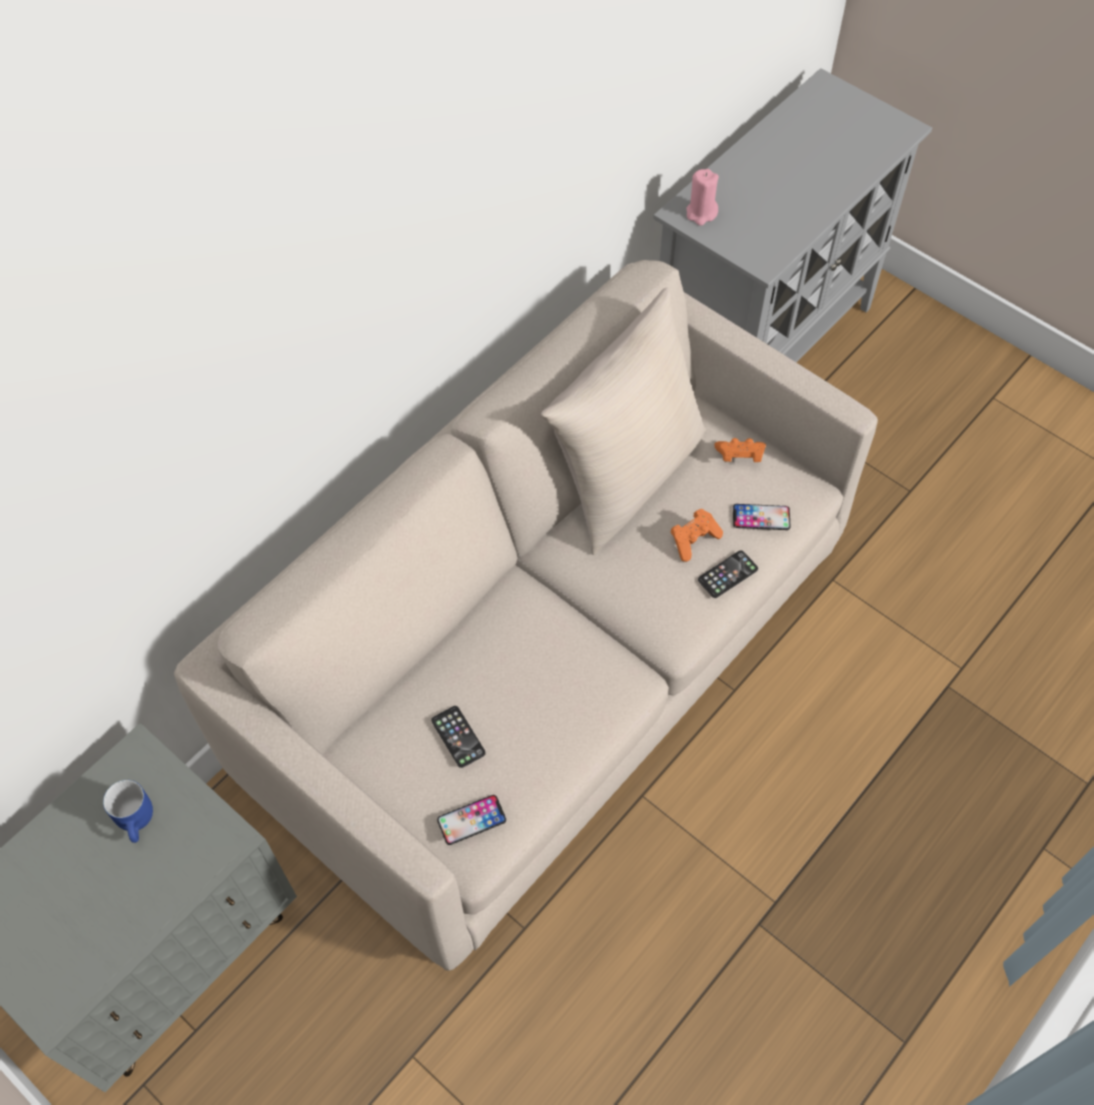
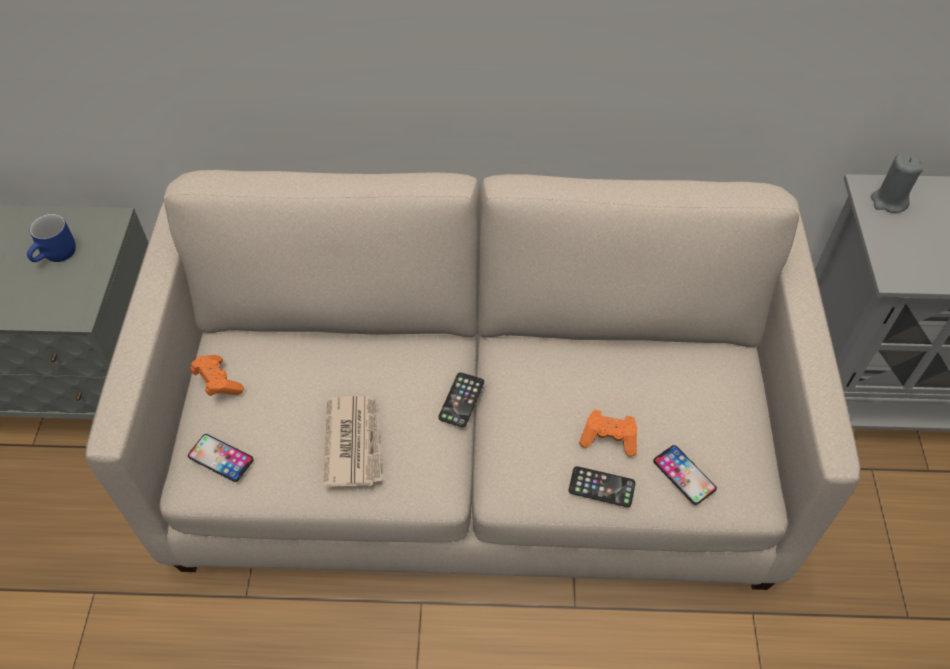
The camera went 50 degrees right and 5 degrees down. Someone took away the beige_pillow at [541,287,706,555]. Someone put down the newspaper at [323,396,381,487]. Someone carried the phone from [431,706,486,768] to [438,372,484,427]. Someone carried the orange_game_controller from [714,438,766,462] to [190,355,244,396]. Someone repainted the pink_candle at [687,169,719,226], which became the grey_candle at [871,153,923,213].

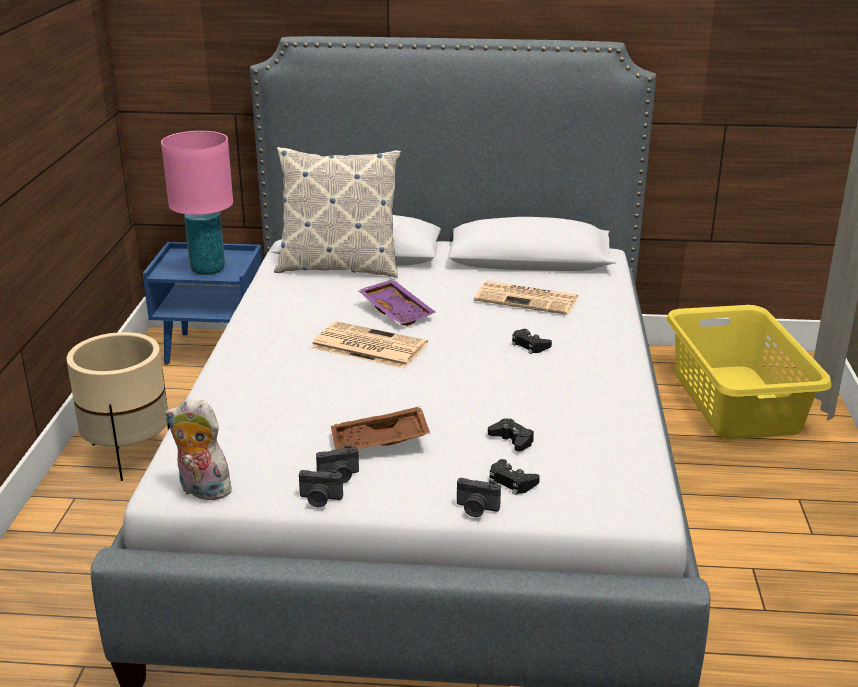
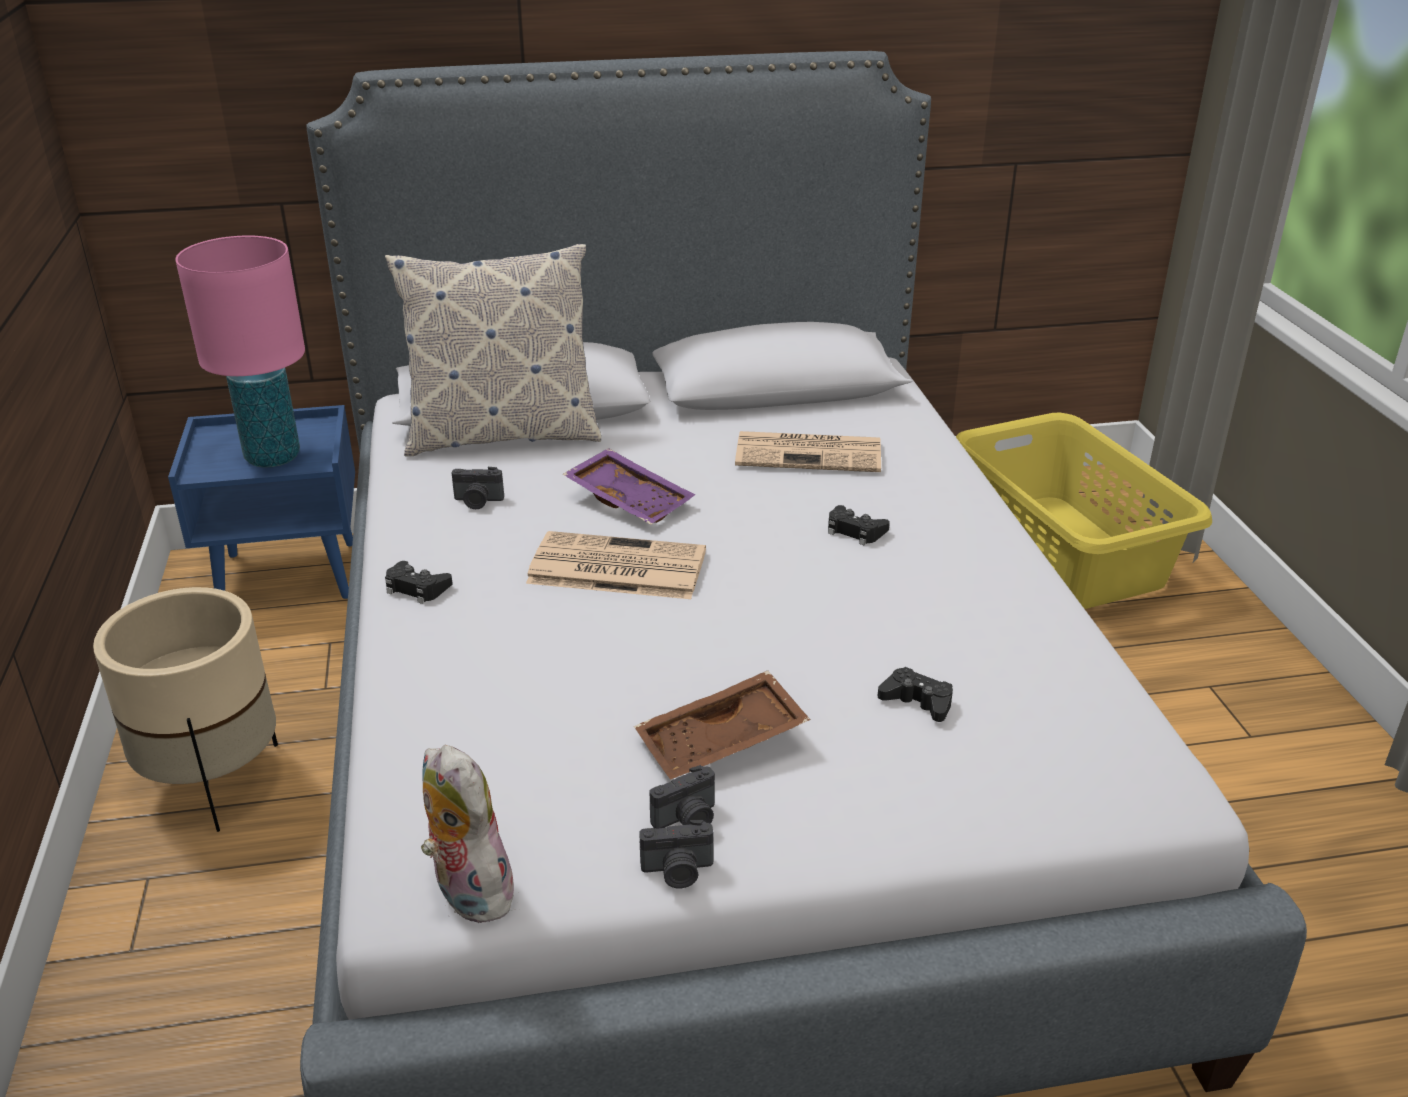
The camera went 15 degrees left and 5 degrees up. Someone carried the photo_camera from [457,478,501,517] to [452,467,504,509]. Someone carried the black_game_controller from [489,459,540,495] to [385,561,453,604]. Someone rotated the plush_toy at [165,398,234,500] by 45 degrees clockwise.

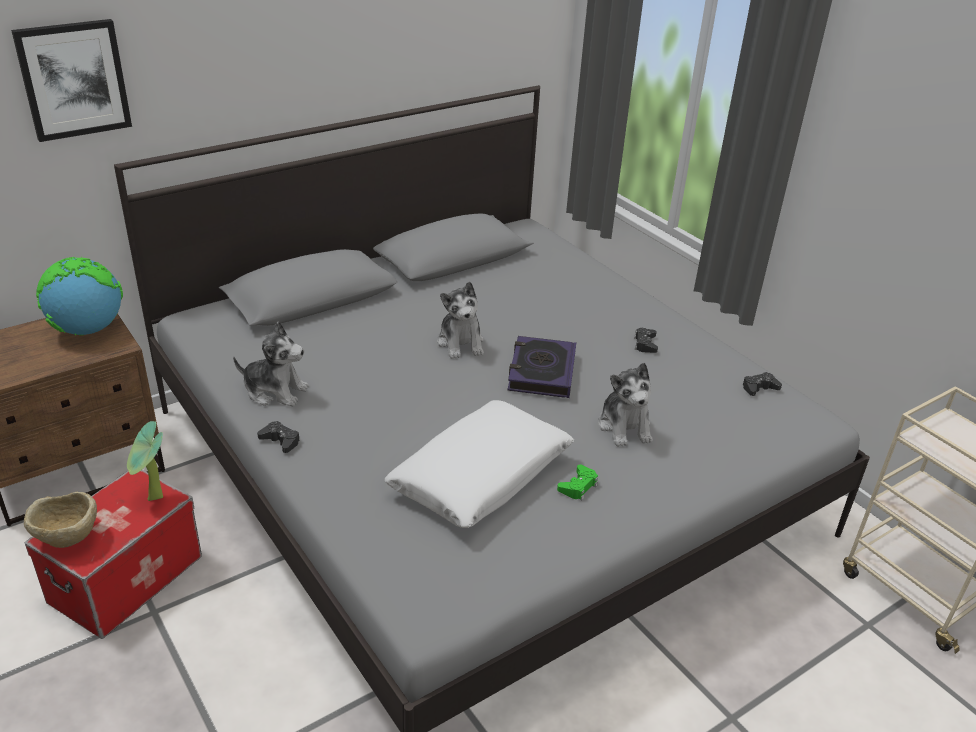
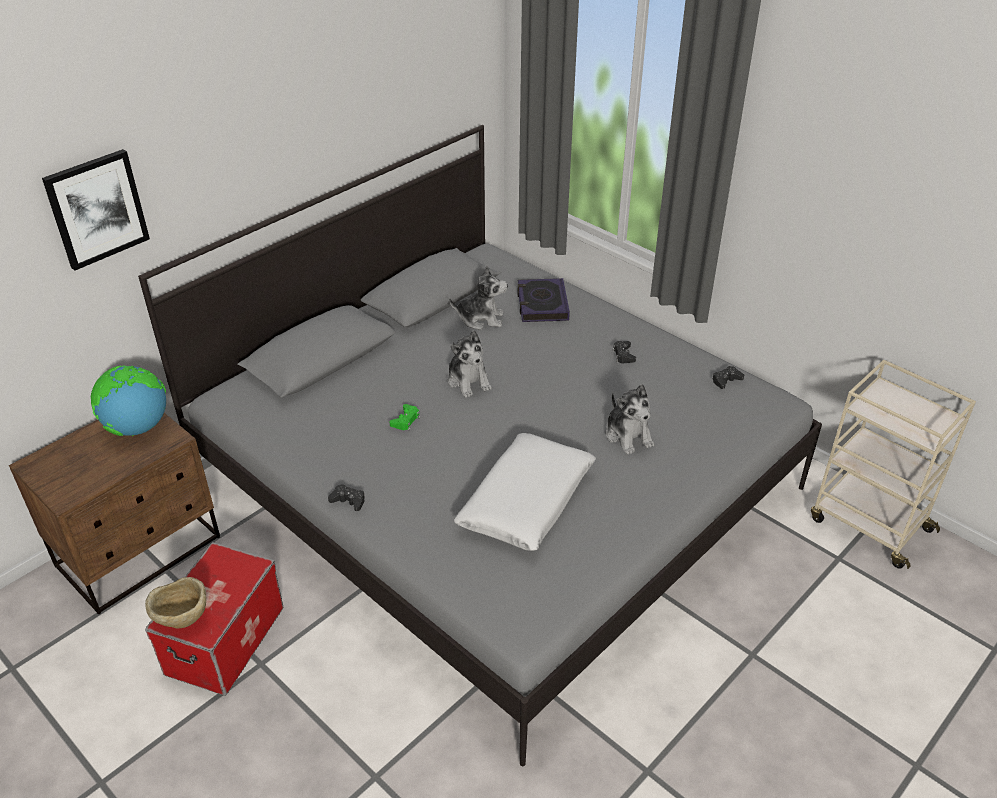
The camera went 10 degrees left and 5 degrees up. Someone took away the potted_plant at [127,421,163,501]. Someone carried the plush_toy from [233,322,309,407] to [449,266,508,330]. Someone carried the book from [508,336,576,398] to [518,278,570,322]. Someone carried the green_game_controller from [557,465,598,500] to [389,404,420,430].

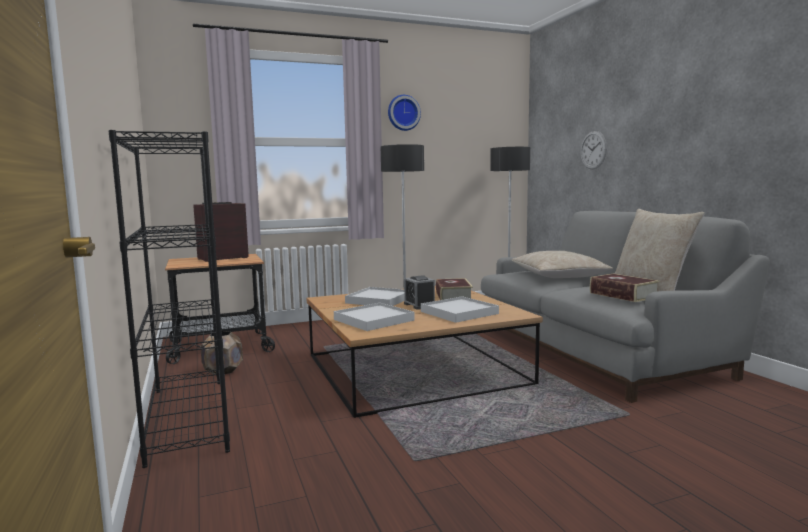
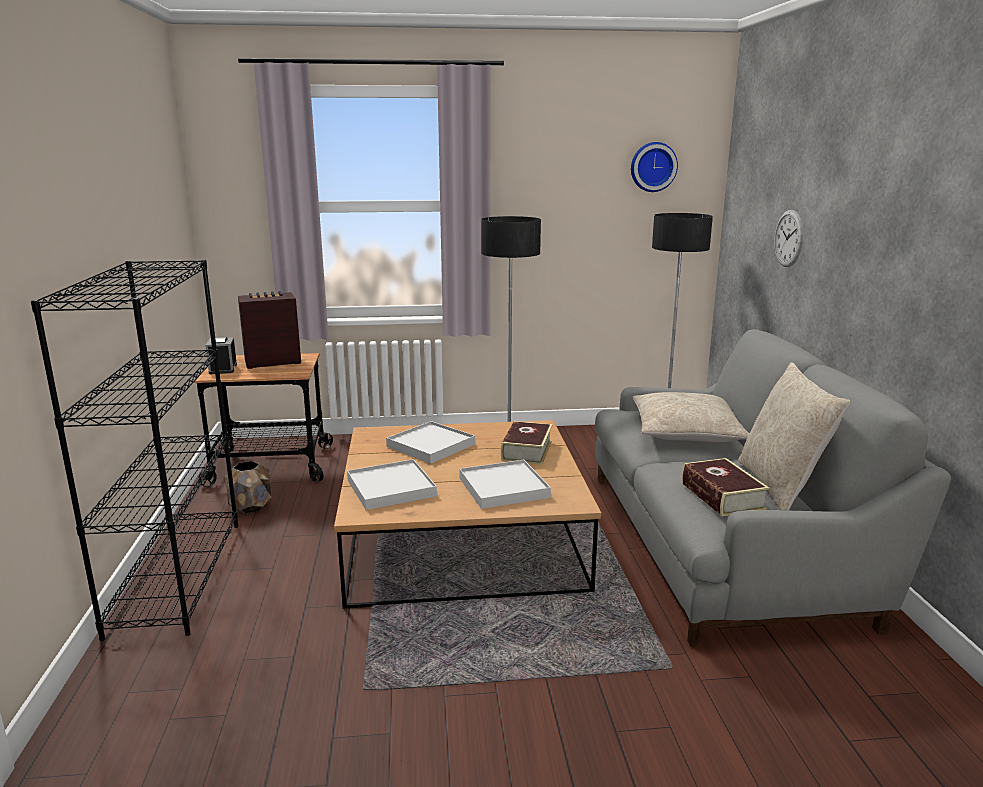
The camera went 15 degrees right and 10 degrees up. Someone carried the wall_clock from [388,95,421,131] to [631,142,678,192]. Someone carried the alarm_clock from [404,275,435,310] to [205,337,237,374].

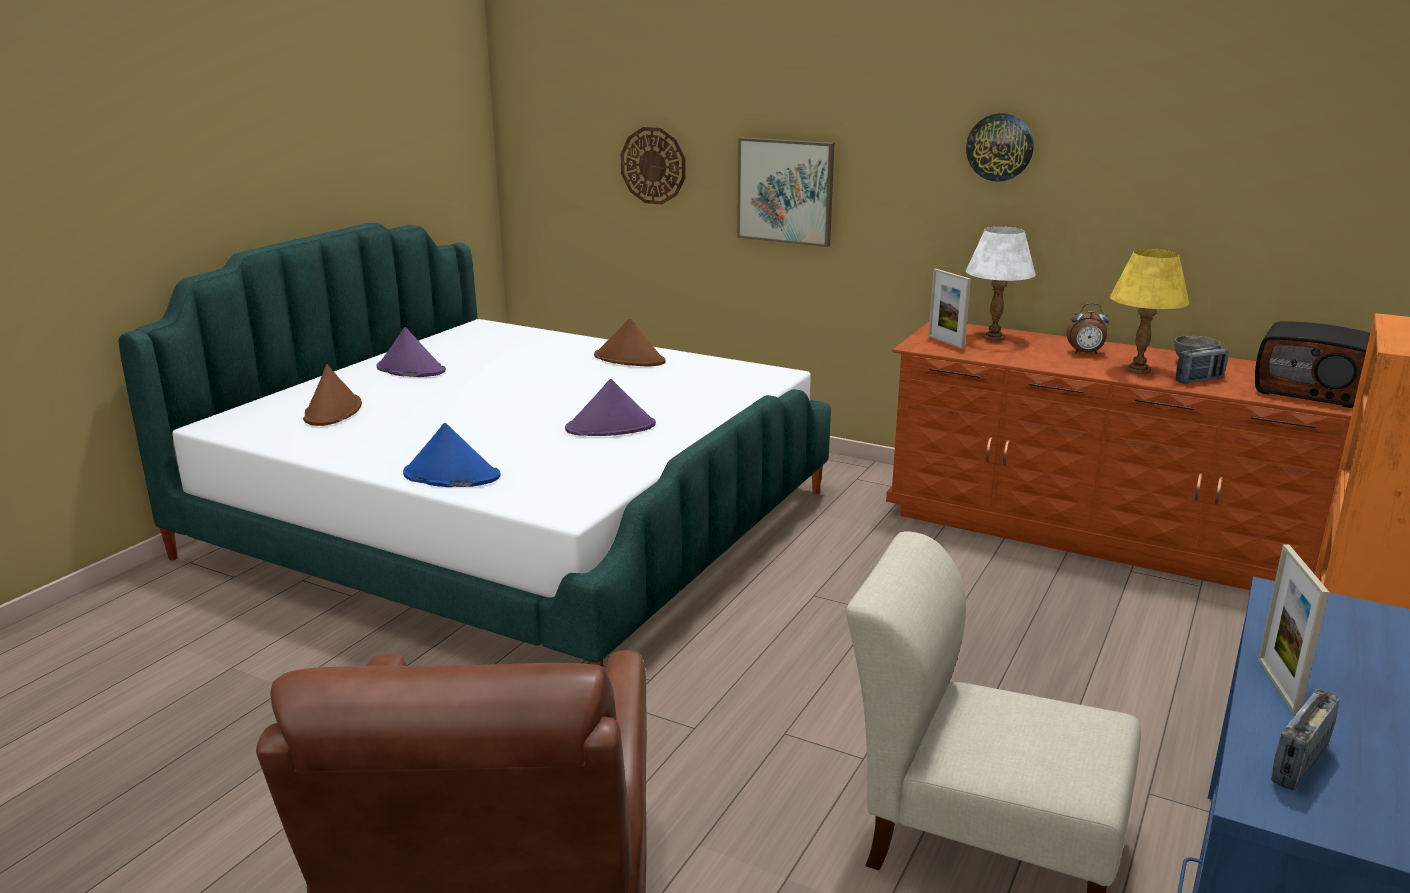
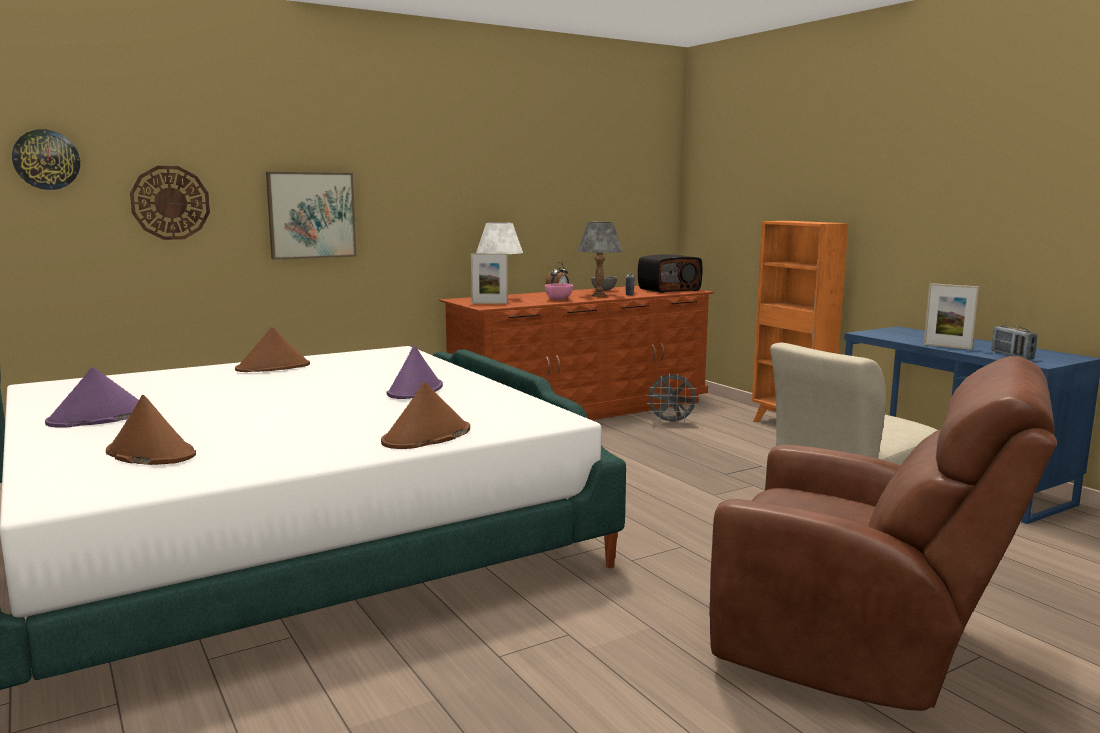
The camera went 60 degrees left and 10 degrees down. Someone put down the pink_bowl at [545,283,573,300]. Someone put down the grey_fan at [646,373,699,425]. Someone carried the wall_clock from [966,113,1033,182] to [12,129,80,190]. Someone repainted the blue_hat at [403,423,501,487], which became the brown_hat at [381,382,470,449]. Someone repainted the yellow_table_lamp at [1110,249,1189,374], which became the grey_table_lamp at [577,222,622,297].

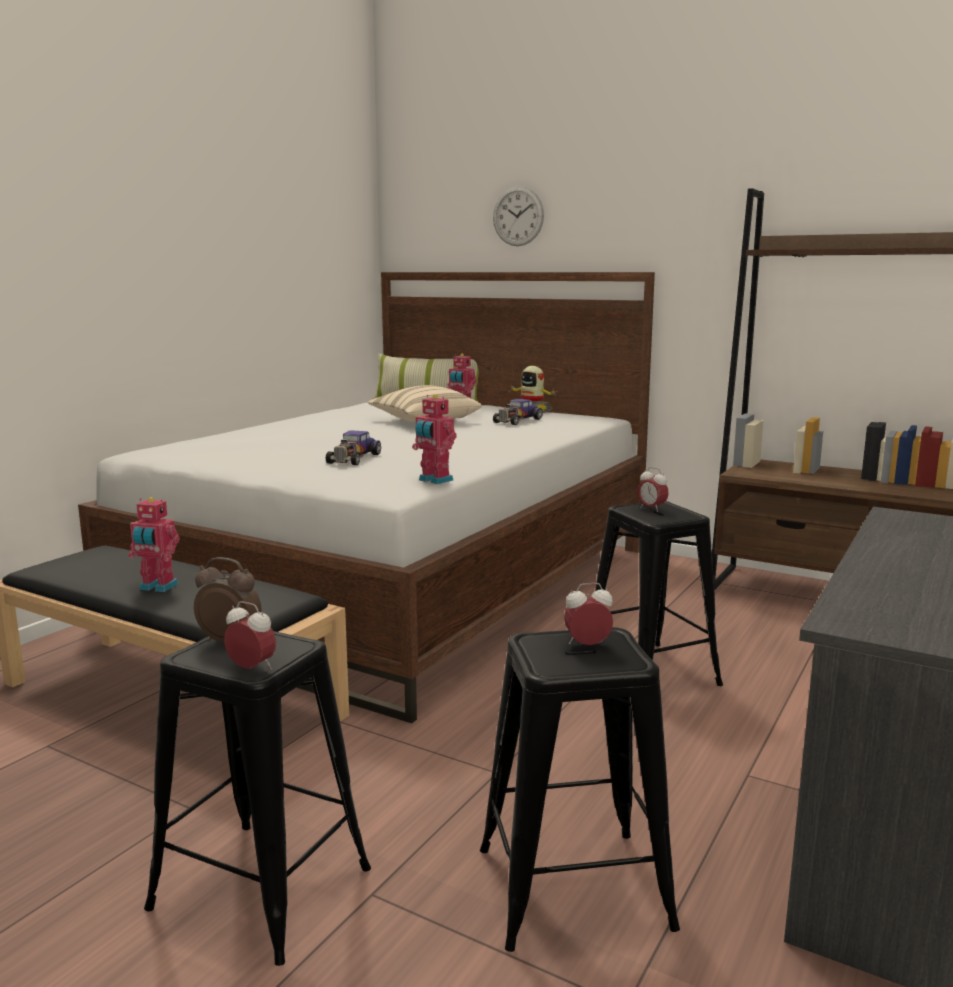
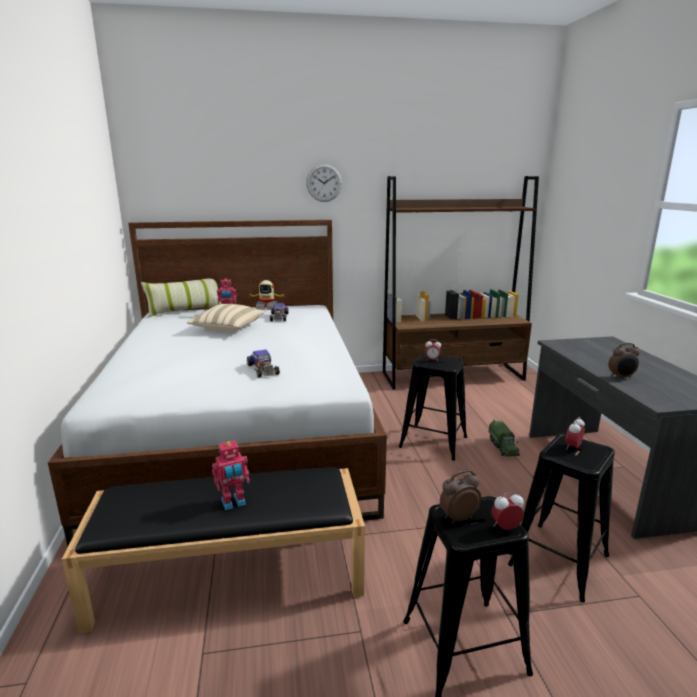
The camera went 40 degrees left and 5 degrees up. Someone took away the toy_robot at [412,394,456,484]. Someone put down the toy_truck at [488,420,520,457]. Someone put down the alarm_clock at [608,343,640,379]. Someone carried the wall_clock from [493,186,544,246] to [306,164,342,202].

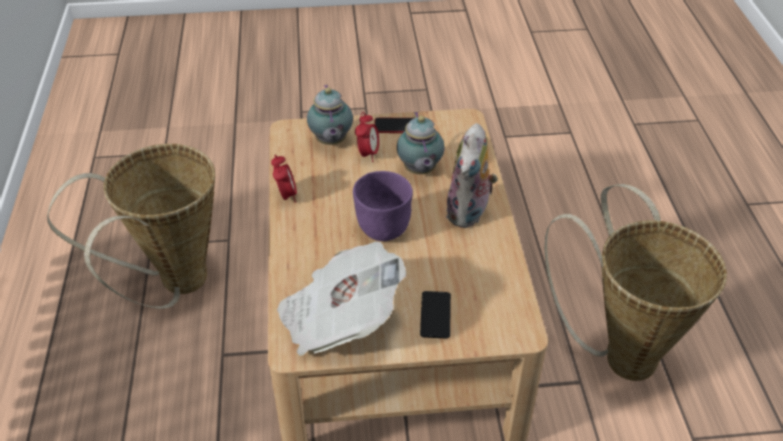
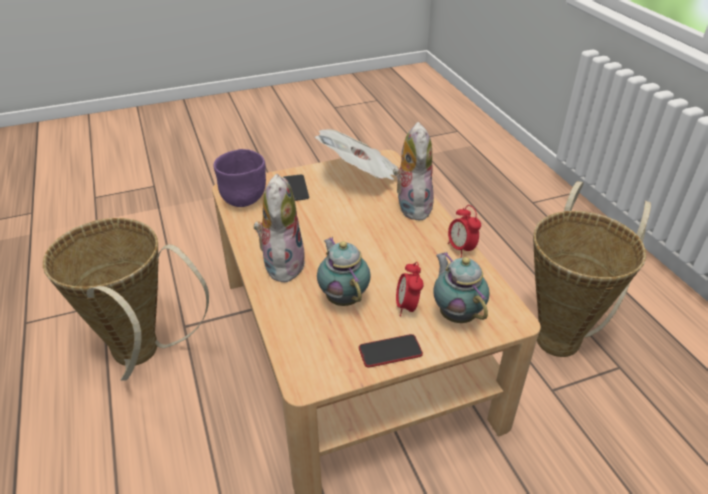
The camera went 165 degrees right and 5 degrees down. Someone put down the plush_toy at [393,122,434,220]. Someone carried the purple_bowl from [353,171,413,241] to [214,149,266,207].

